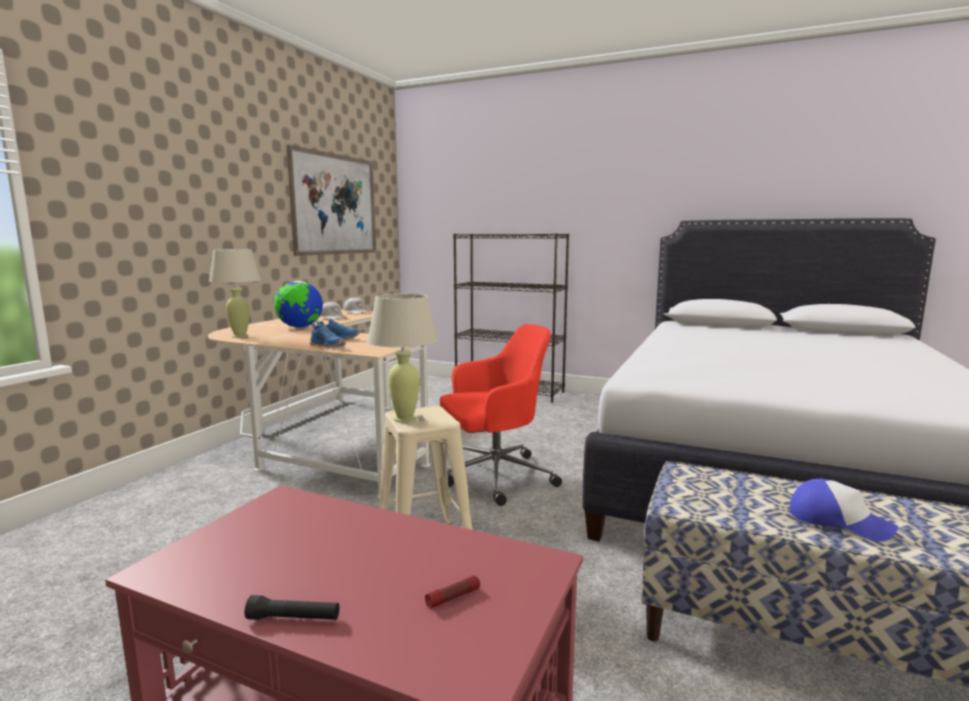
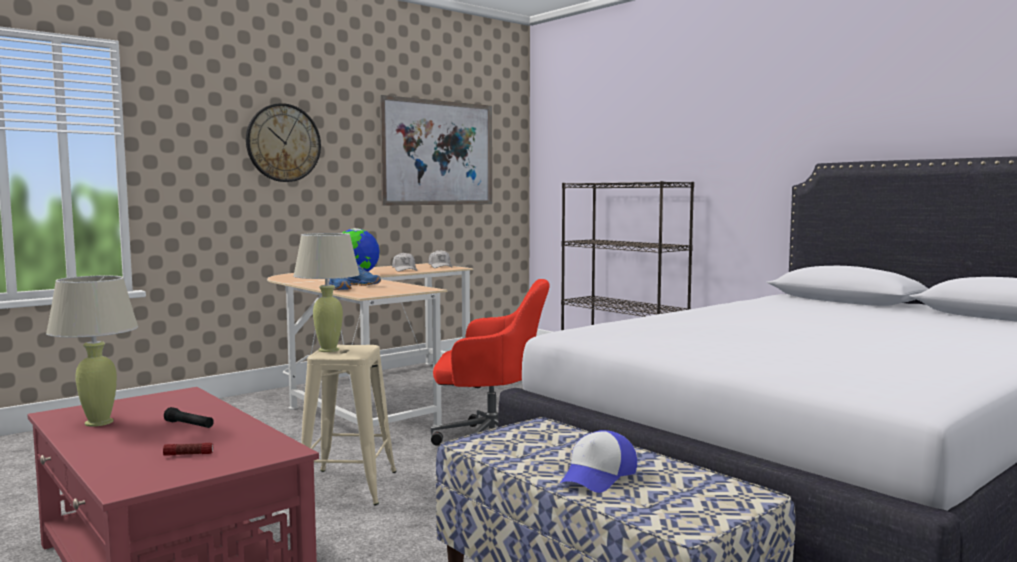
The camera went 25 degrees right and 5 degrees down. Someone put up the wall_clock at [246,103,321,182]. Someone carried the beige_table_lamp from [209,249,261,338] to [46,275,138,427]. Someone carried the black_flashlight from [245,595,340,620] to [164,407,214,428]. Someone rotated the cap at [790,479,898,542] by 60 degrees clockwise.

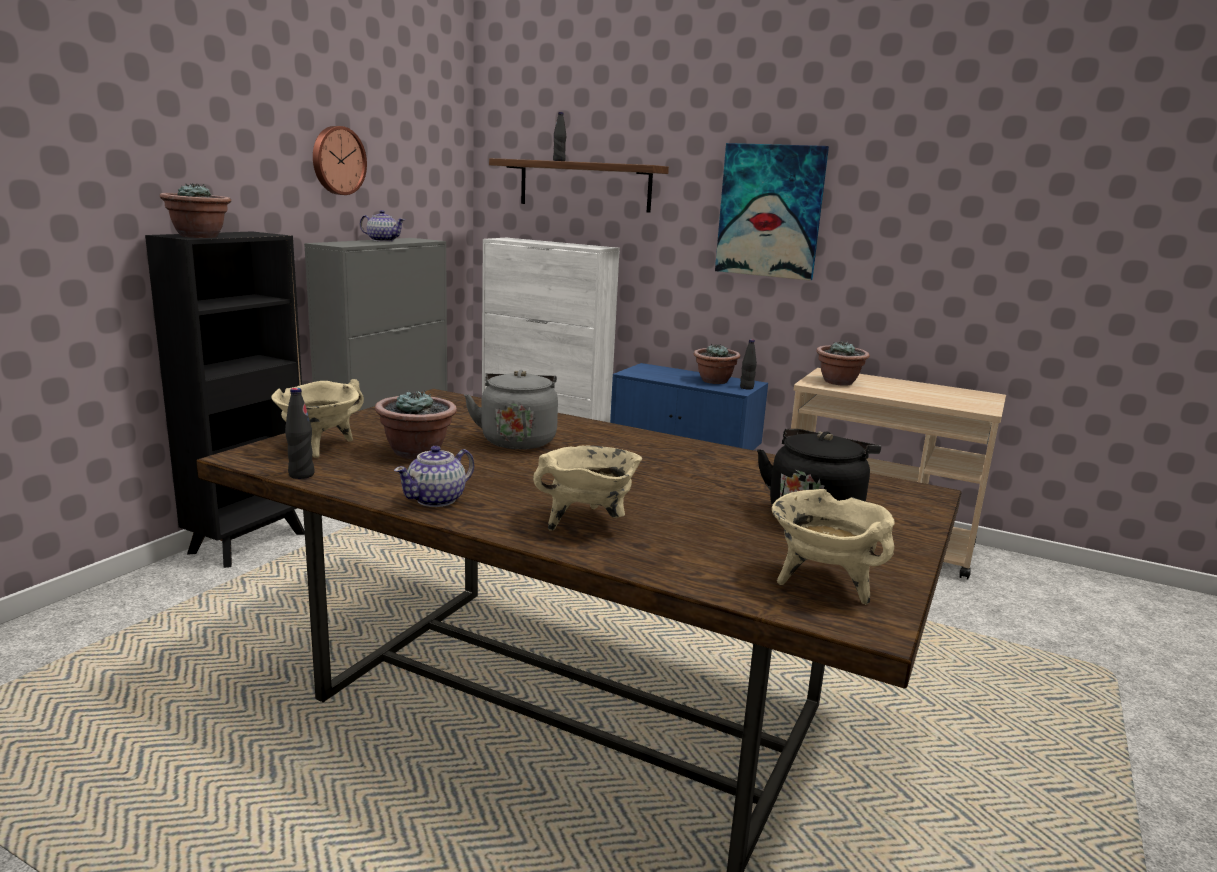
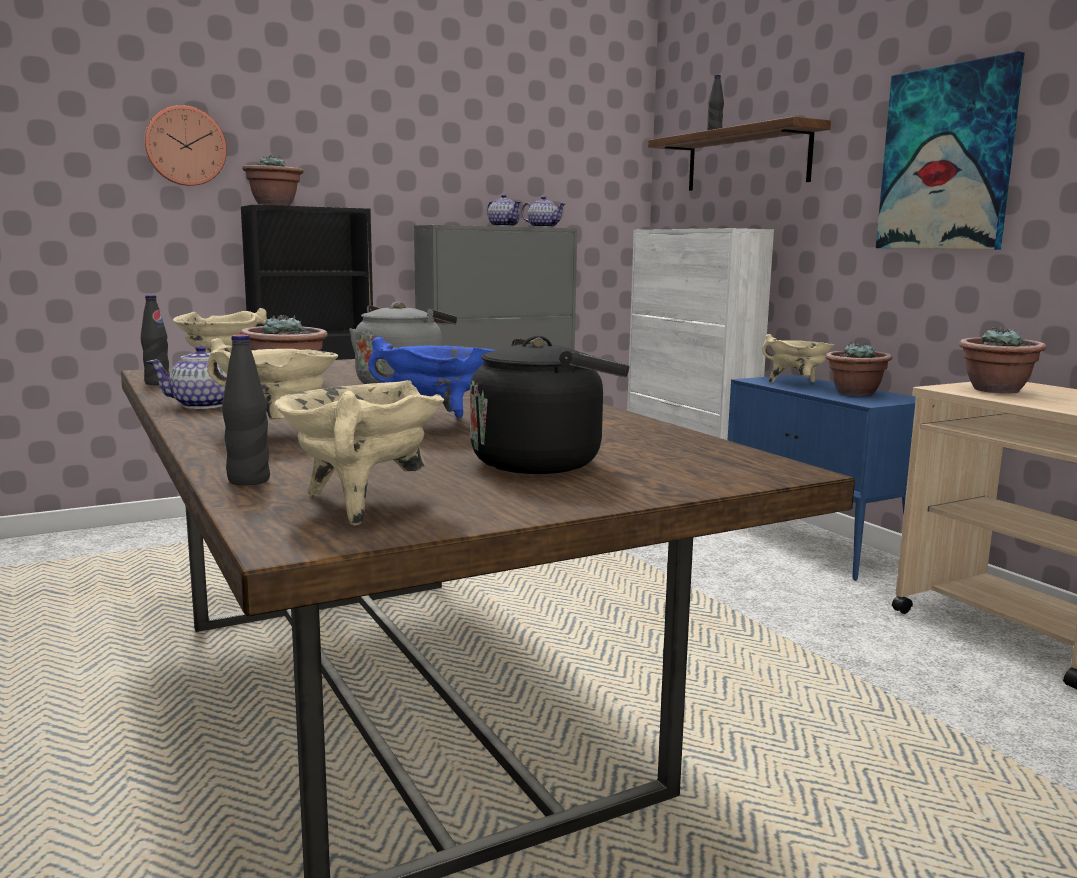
The camera went 35 degrees right and 5 degrees down. Someone put down the blue_cooking_pot at [368,337,495,418]. Someone put down the teapot at [521,196,566,228]. Someone put down the beige_cooking_pot at [762,334,834,383]. Someone carried the wall_clock from [313,126,367,195] to [144,105,227,186]. Someone carried the black_bottle from [740,339,757,390] to [222,335,270,485].

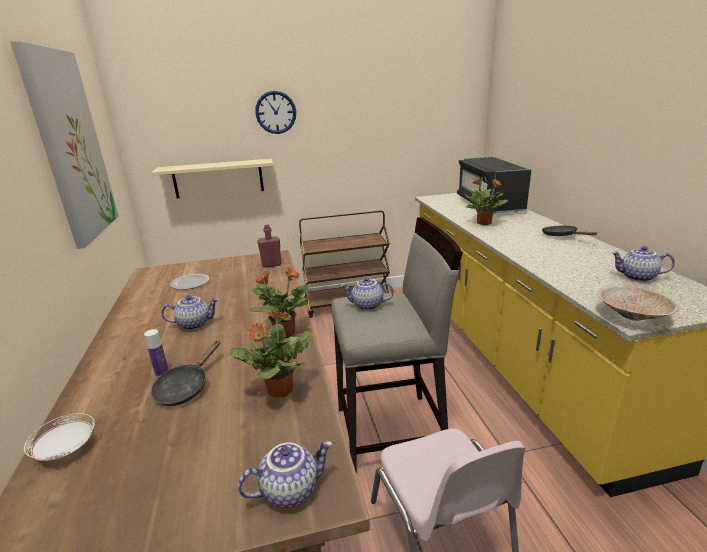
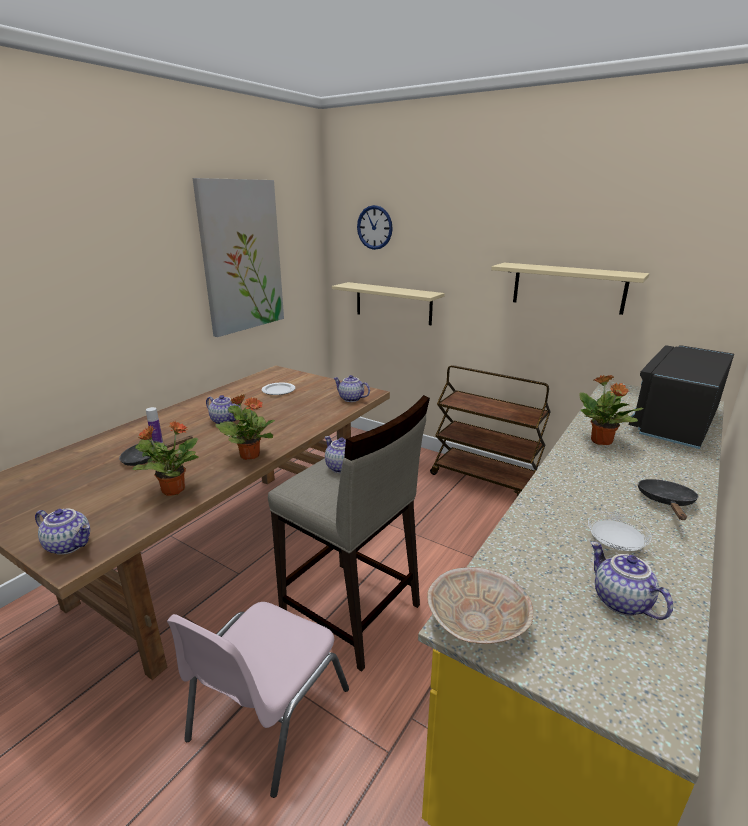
The camera went 45 degrees right and 0 degrees up. Someone put up the beige_shelf at [491,263,649,315]. Someone carried the white_plate from [24,413,95,461] to [588,512,652,551]. Someone carried the wall_clock from [255,91,296,134] to [357,205,393,250]. Someone swapped the red_bottle at [257,225,282,268] for the teapot at [333,375,370,402].

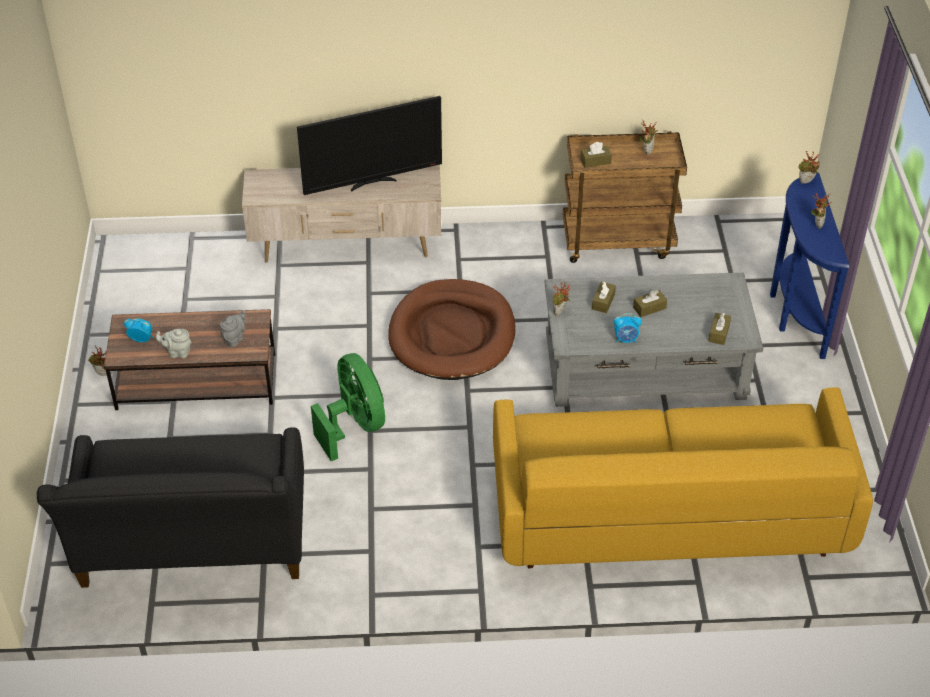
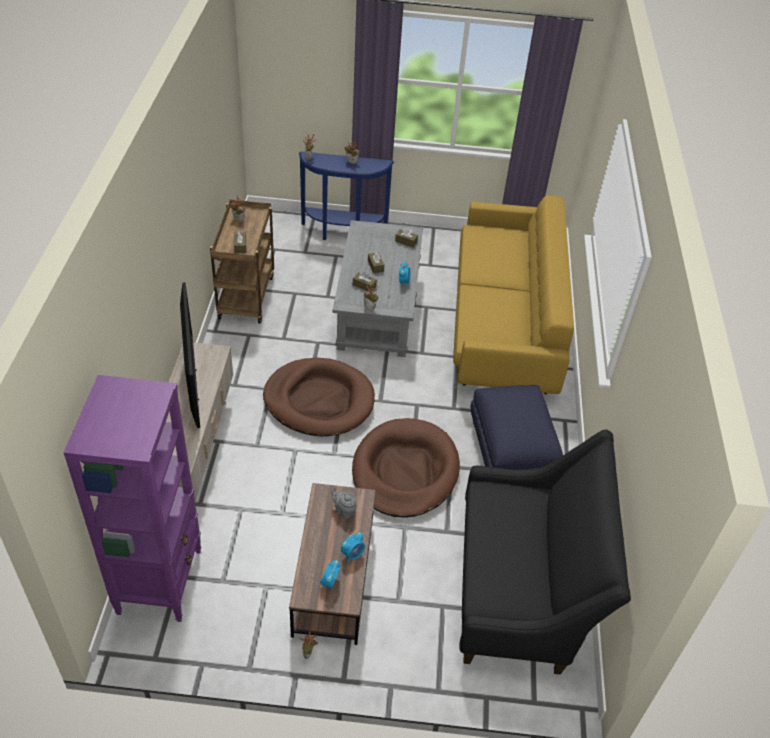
The camera went 85 degrees left and 0 degrees up. Someone put down the purple_bookcase at [63,375,201,622]. Someone put down the blue_ottoman at [471,385,563,470]. Someone swapped the grey_teapot at [156,329,192,358] for the alarm_clock at [341,532,365,562]. Someone swapped the green_fan at [311,353,385,461] for the brown_dog_bed at [352,418,460,518].

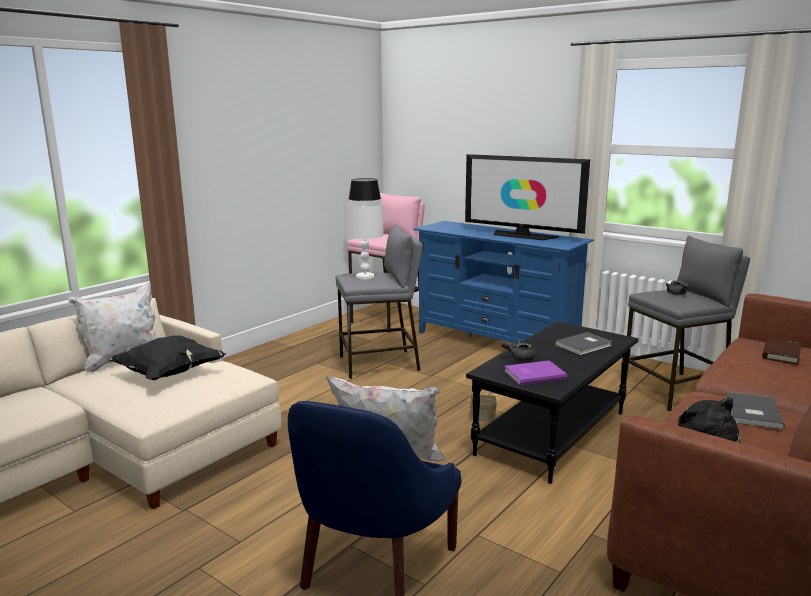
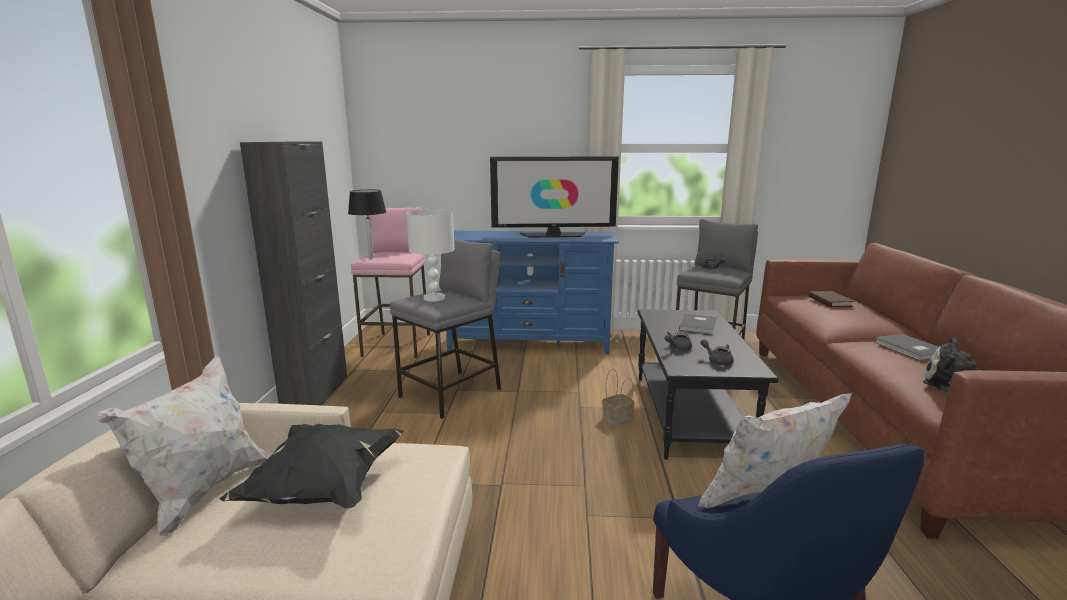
The camera went 35 degrees left and 0 degrees up. Someone put down the black_cabinet at [240,142,347,405]. Someone swapped the purple_book at [504,360,568,385] for the grey_teapot at [700,339,734,366].

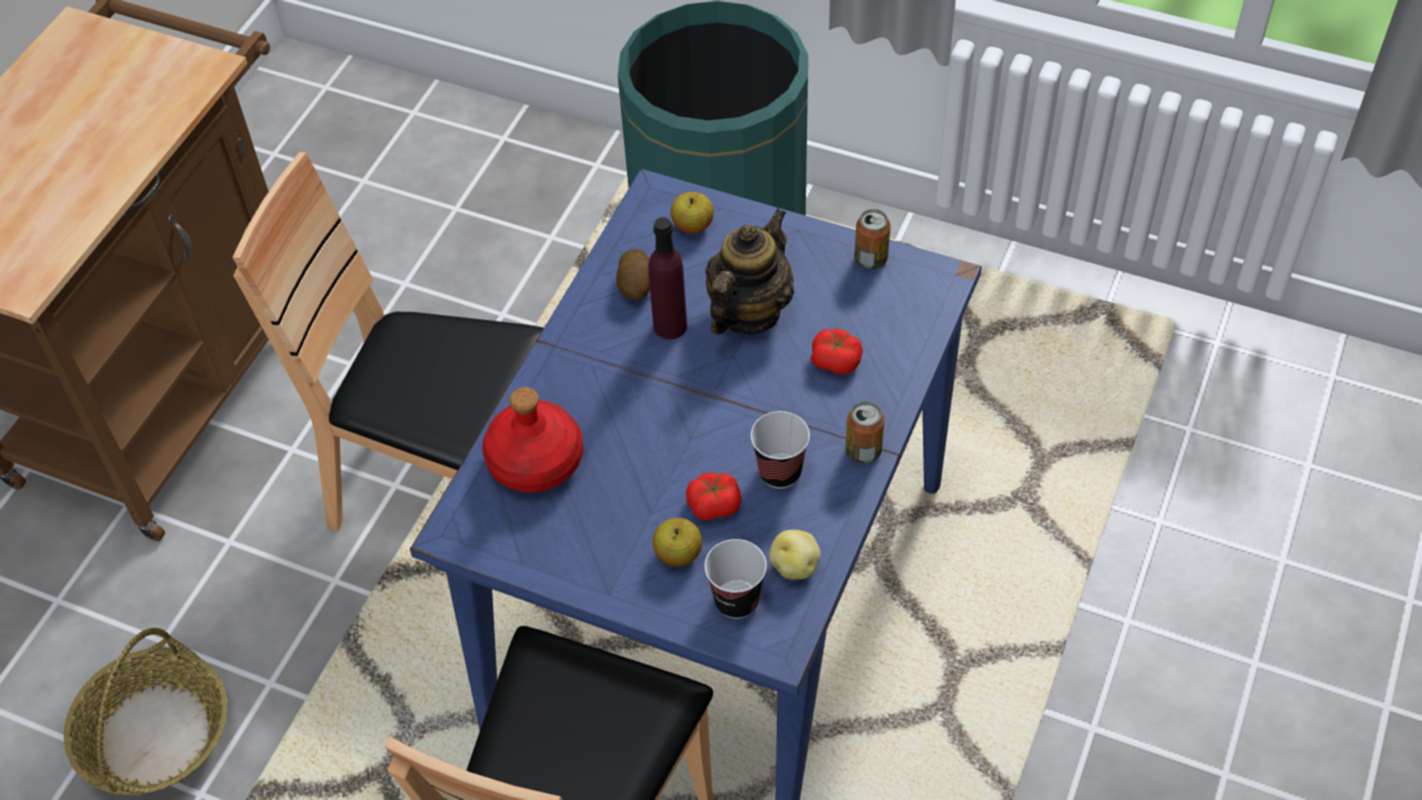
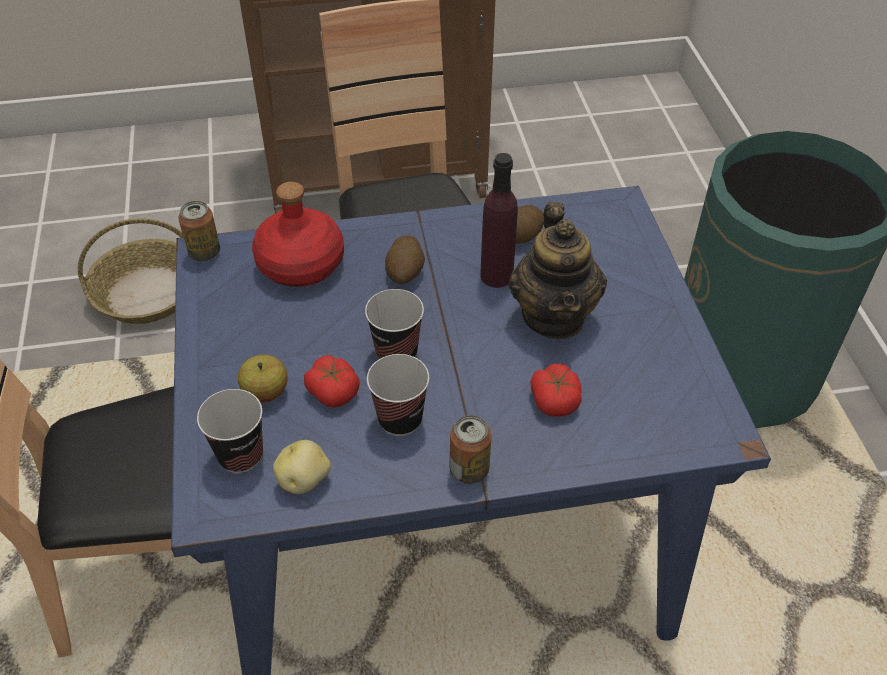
The camera went 55 degrees right and 5 degrees down. Someone took away the apple at [671,192,714,234]. Someone put down the cup at [365,289,424,359]. Someone put down the potato at [385,235,425,284]. Someone carried the can from [854,209,891,269] to [179,201,220,261]. Someone rotated the teapot at [705,208,794,335] by 90 degrees clockwise.

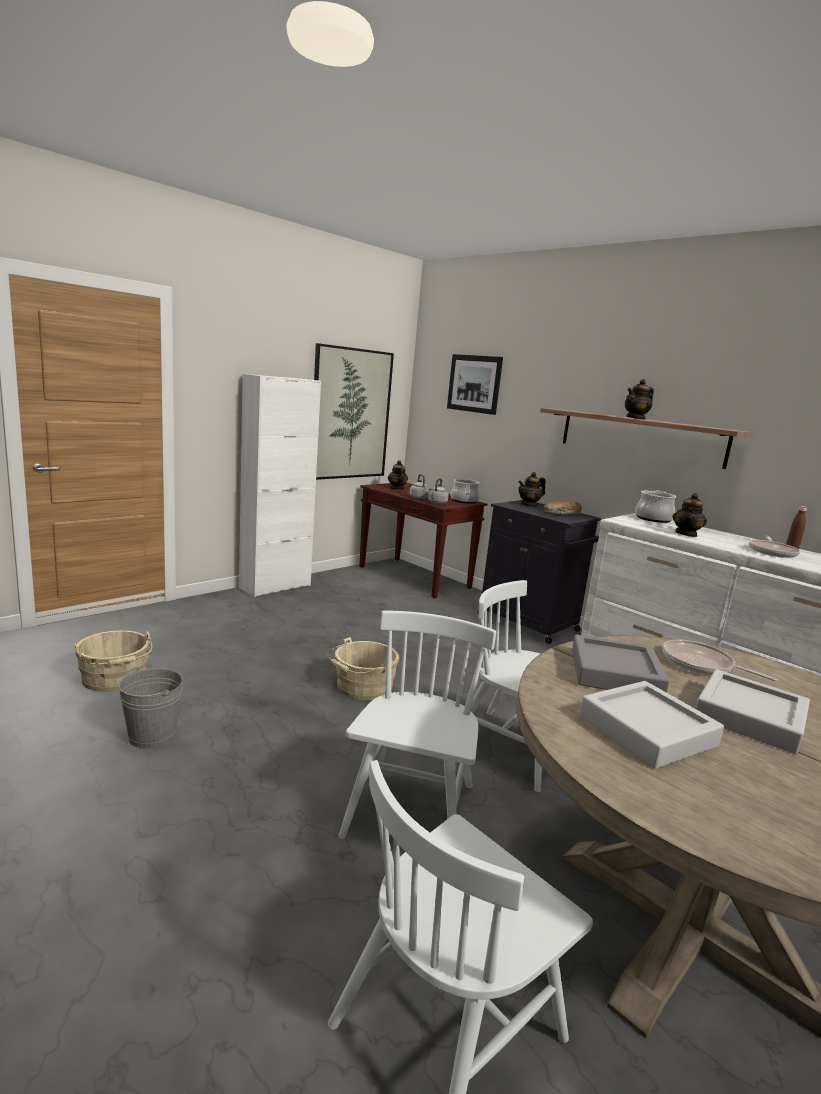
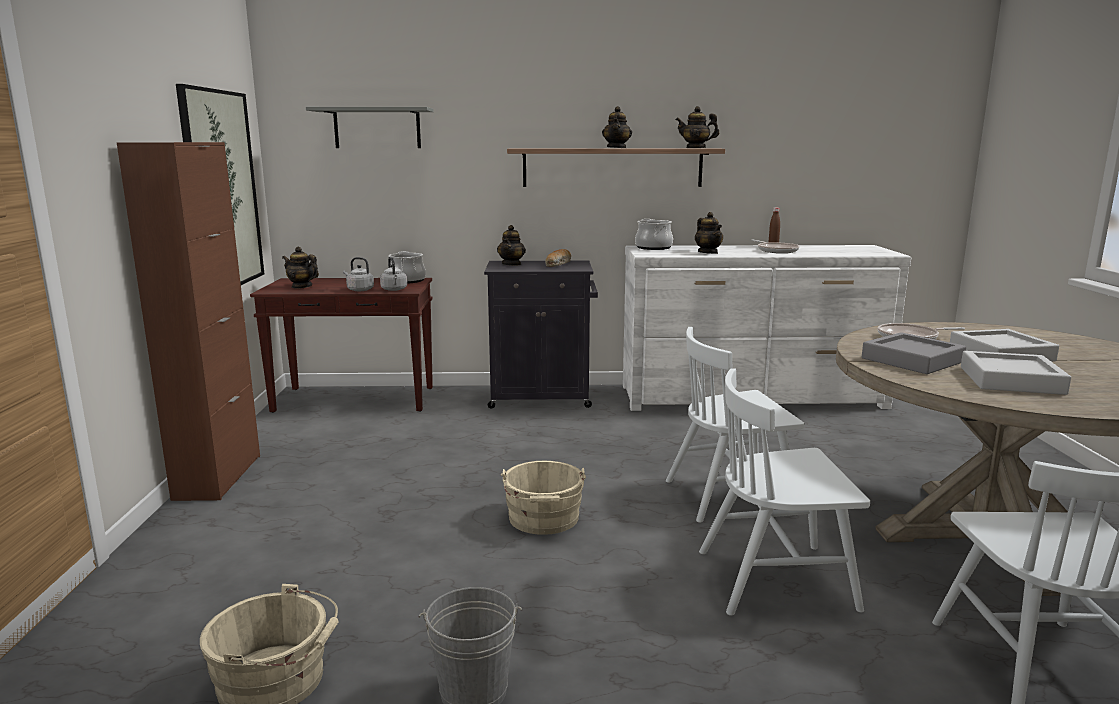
The camera went 45 degrees left and 0 degrees up. Someone put down the teapot at [676,106,719,148]. Someone swapped the picture at [447,354,503,415] for the grey_shelf at [306,107,434,148]. Someone repainted the white_cabinet at [239,374,321,597], which became the brown_cabinet at [117,142,260,501]. Someone rotated the white_chair at [338,611,496,839] by 60 degrees counterclockwise.

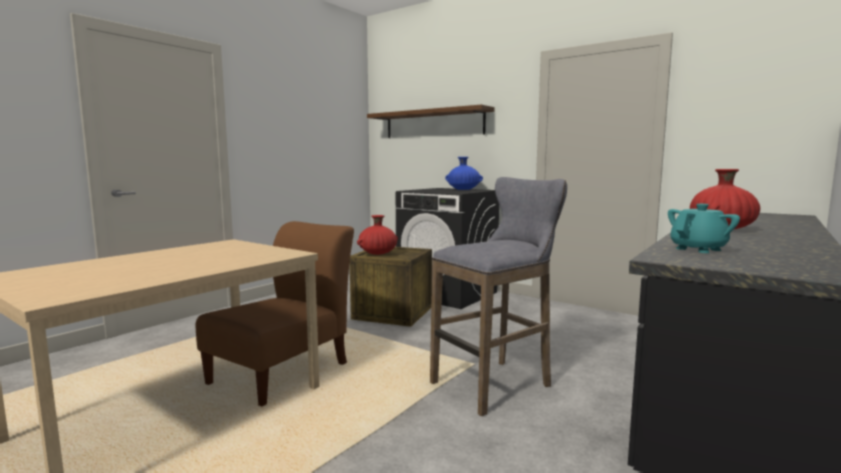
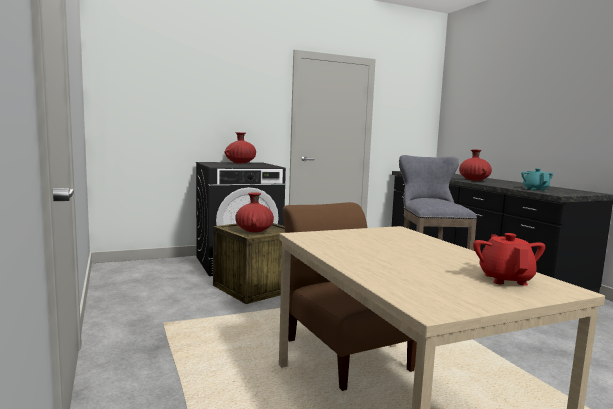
The camera went 60 degrees left and 0 degrees up. Someone took away the brown_shelf at [367,104,495,138]. Someone put down the red_teapot at [473,233,545,286]. Someone repainted the blue_vase at [445,157,483,190], which became the red_vase at [225,132,256,163].

